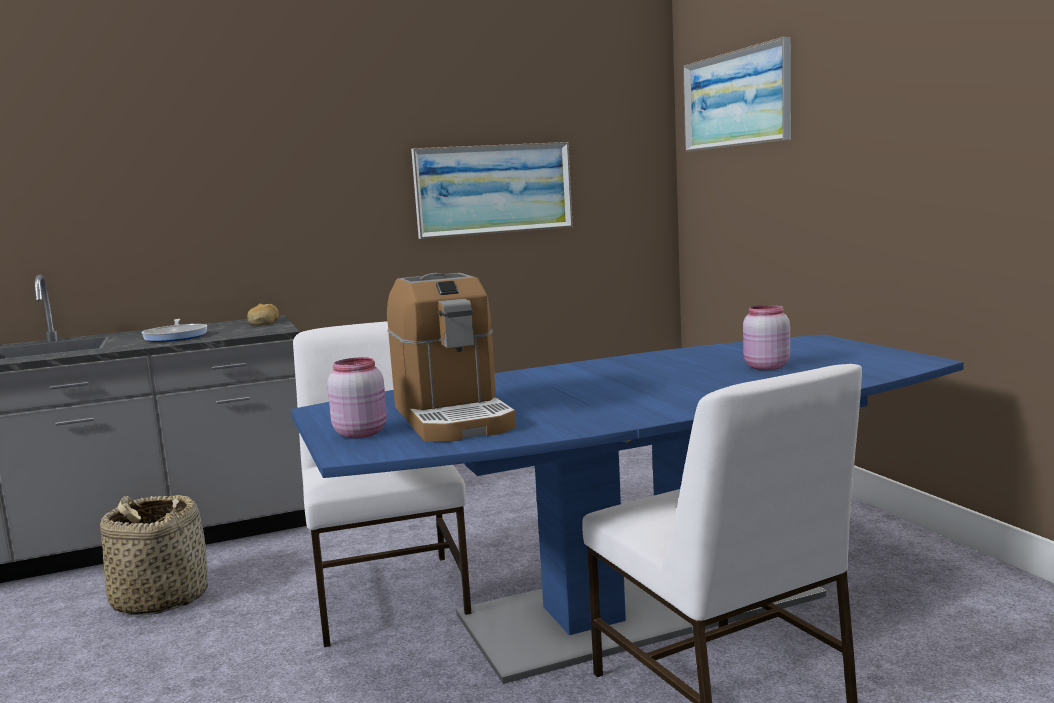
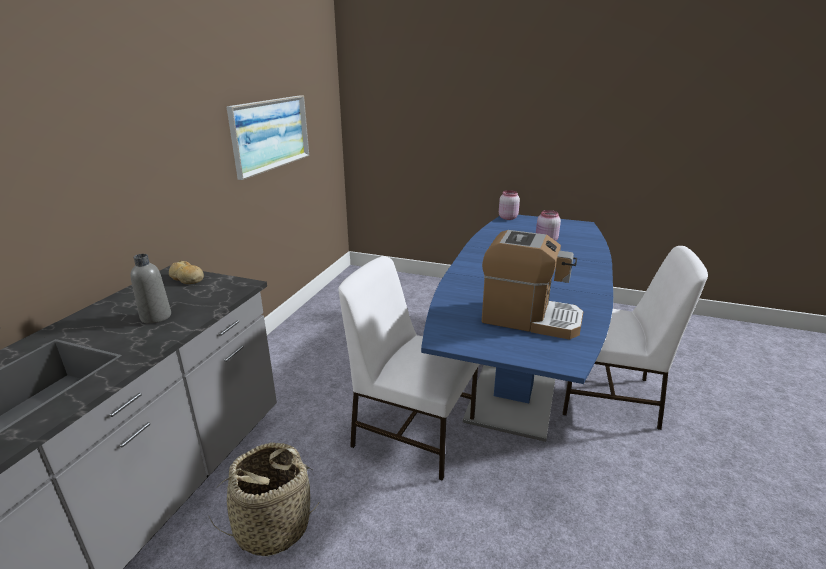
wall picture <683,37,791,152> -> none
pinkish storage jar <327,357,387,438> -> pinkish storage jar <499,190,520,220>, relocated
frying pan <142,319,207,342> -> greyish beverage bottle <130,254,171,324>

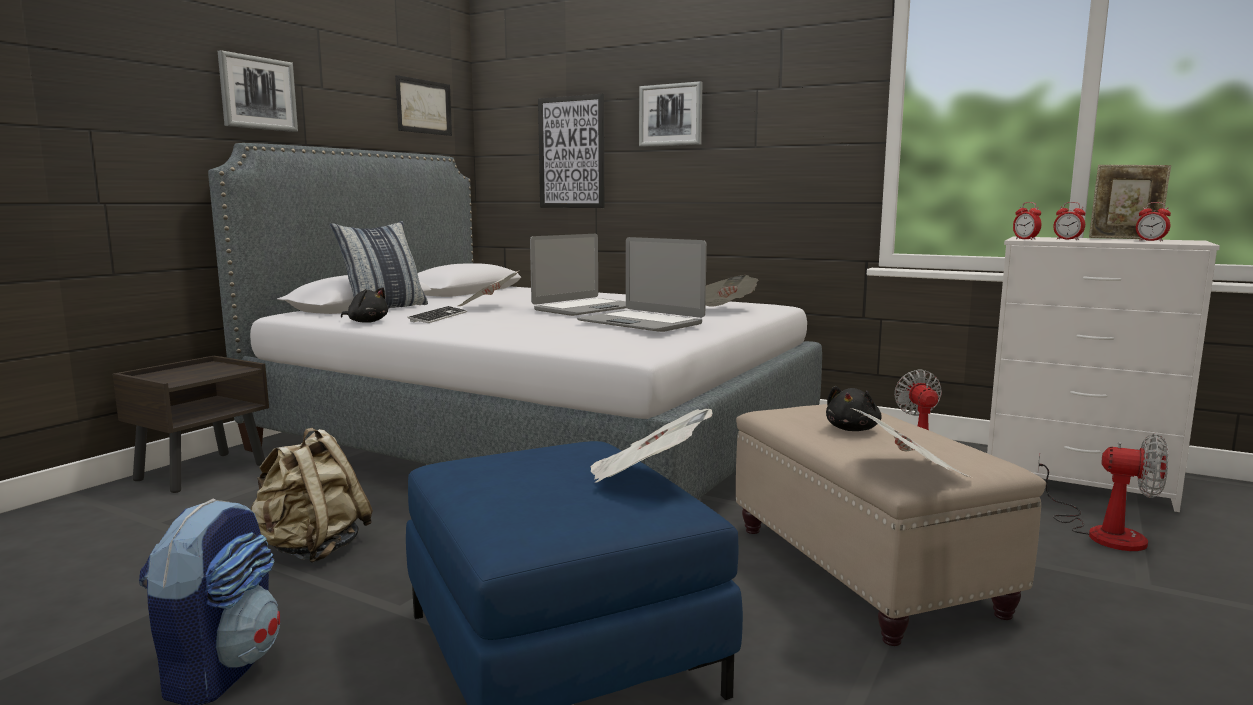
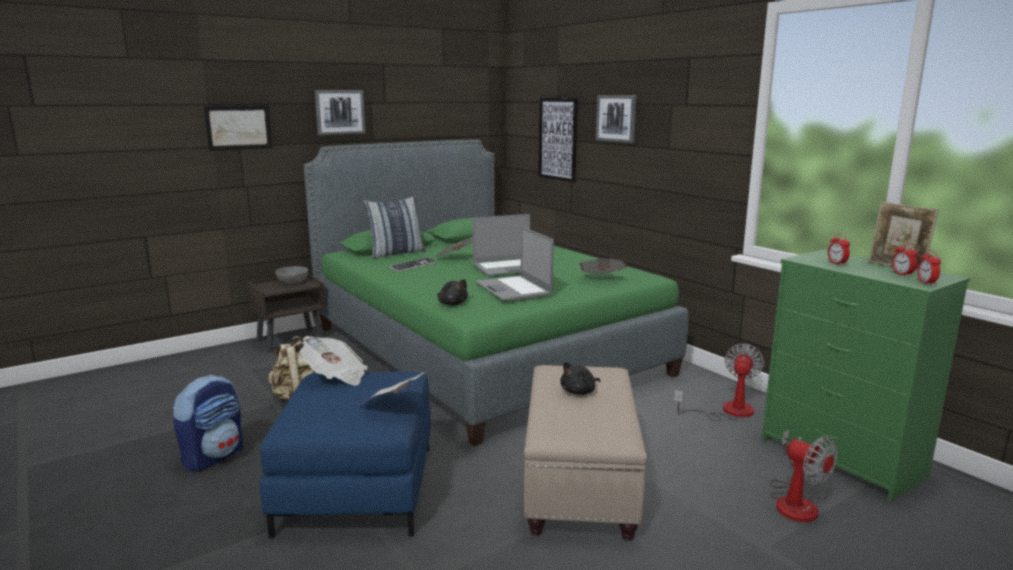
none -> greyish bowl <275,266,308,284>
black-coloured soft toy <341,288,388,323> -> black-coloured soft toy <437,279,468,305>, relocated
wall picture <395,75,452,136> -> wall picture <203,105,273,151>, relocated
daily paper <851,408,974,478> -> daily paper <300,336,368,385>, relocated
table clock <1013,202,1041,240> -> table clock <917,250,941,286>, relocated
greyish bed <208,143,822,499> -> green bed <303,140,689,446>
whitish chest of drawers <987,237,1220,512> -> green chest of drawers <761,249,970,502>

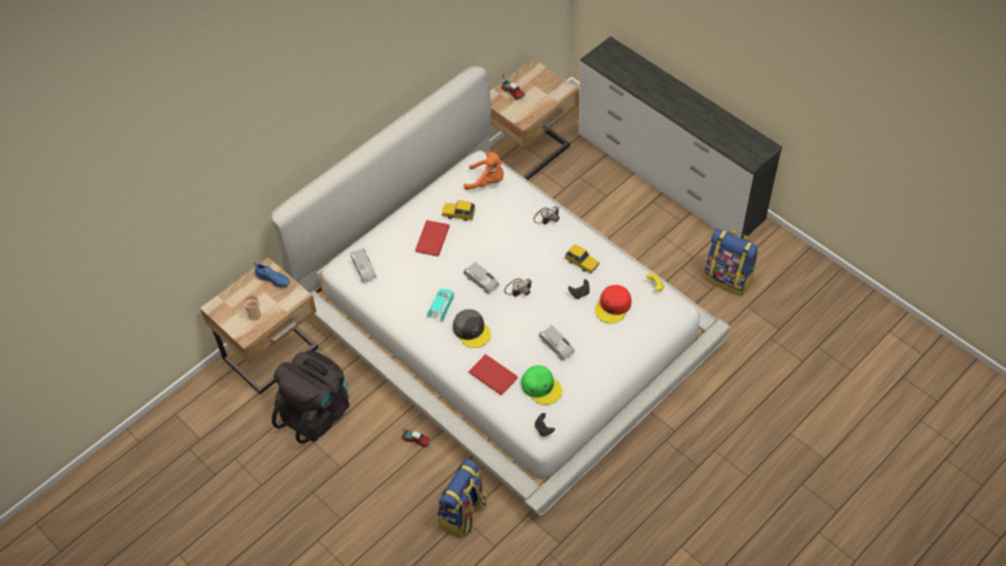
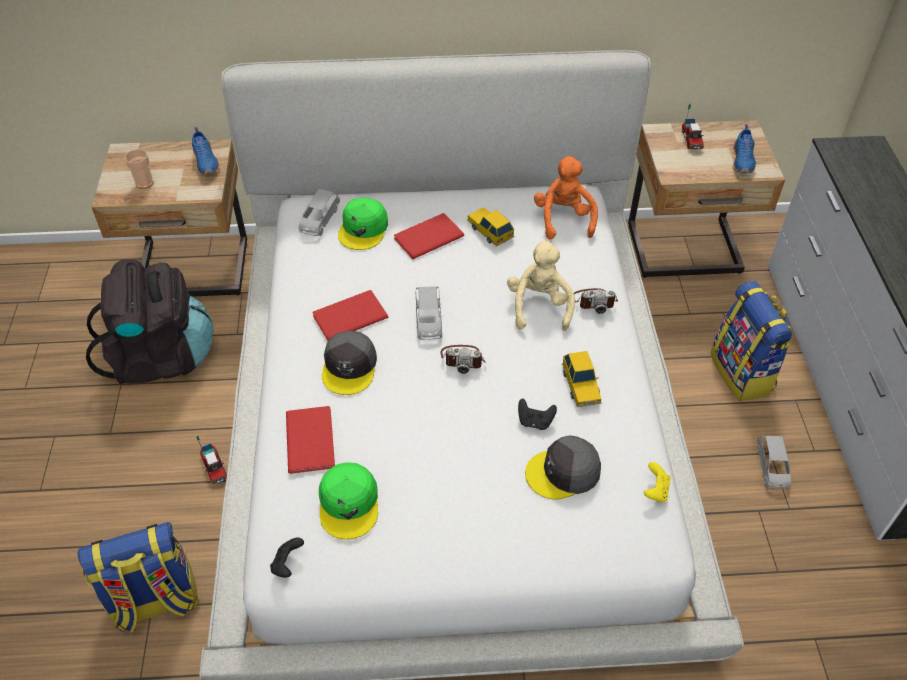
none -> green peaked cap <338,198,388,250>
none -> beige-coloured soft toy <507,241,575,331>
none -> blue low shoe <733,124,756,173>
greyish model car <539,325,575,360> -> greyish model car <757,435,791,490>, relocated
rucksack <704,228,759,296> -> rucksack <710,281,793,401>, relocated
turquoise model car <427,289,454,323> -> reddish volume <312,290,388,341>
reddish peaked cap <595,285,632,323> -> greyish peaked cap <525,435,601,499>
orange soft toy <464,152,504,190> -> orange soft toy <534,156,598,239>, 150 degrees counterclockwise

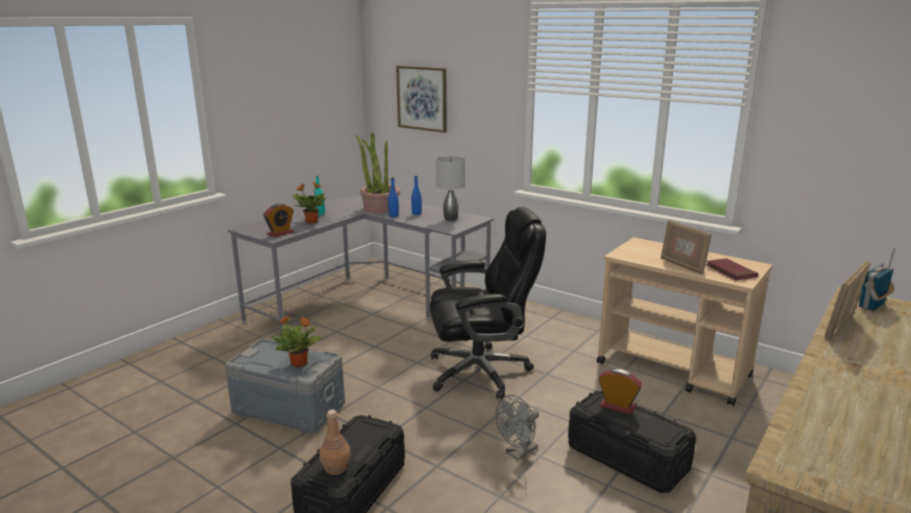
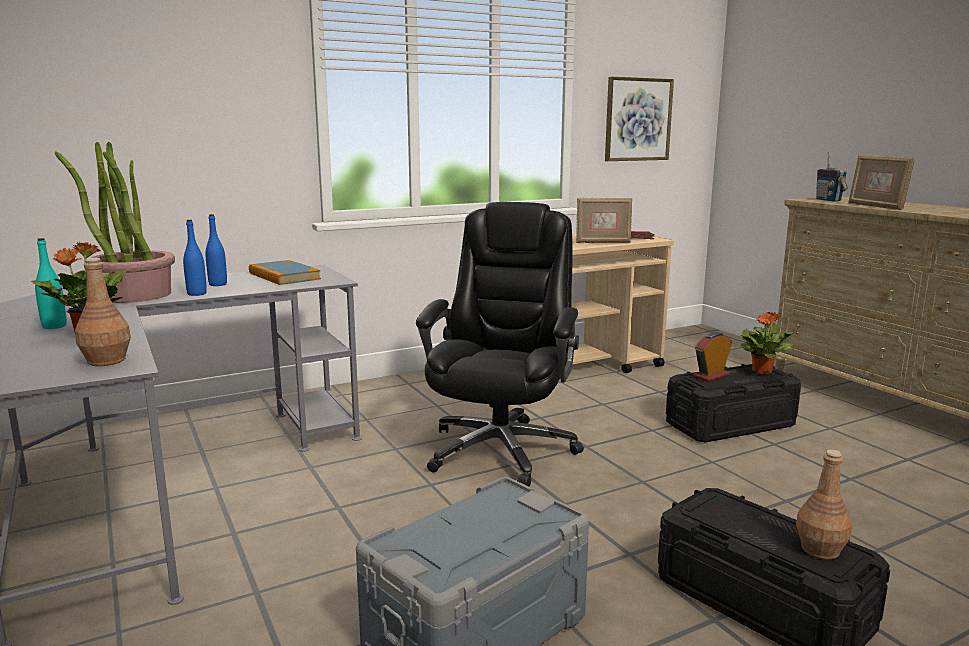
greyish electric fan <496,395,539,460> -> none
potted plant <271,315,322,367> -> potted plant <740,312,794,375>, relocated
wall picture <396,66,447,133> -> wall picture <605,77,674,161>, relocated
table clock <263,203,294,237> -> brown beverage bottle <75,258,131,366>
greyish table lamp <436,156,465,221> -> volume <249,260,321,285>

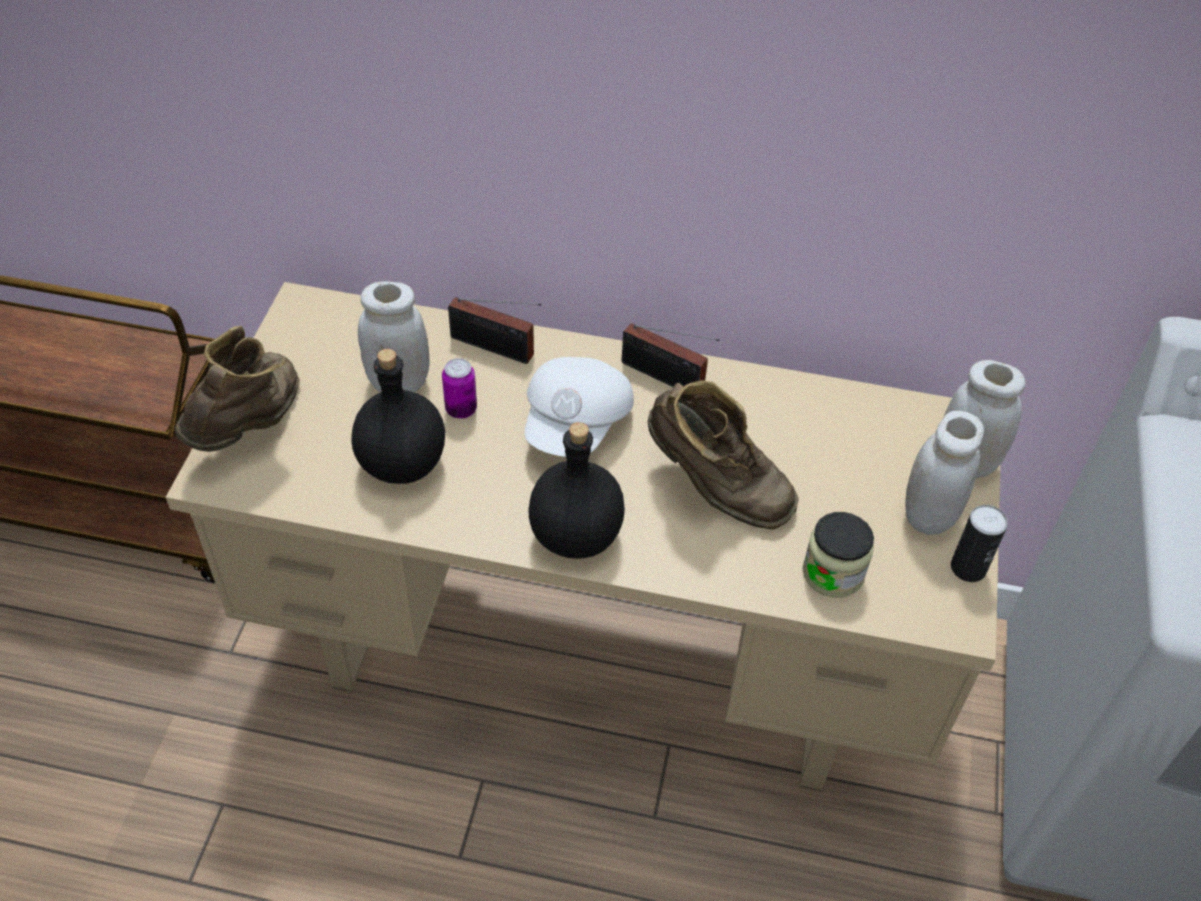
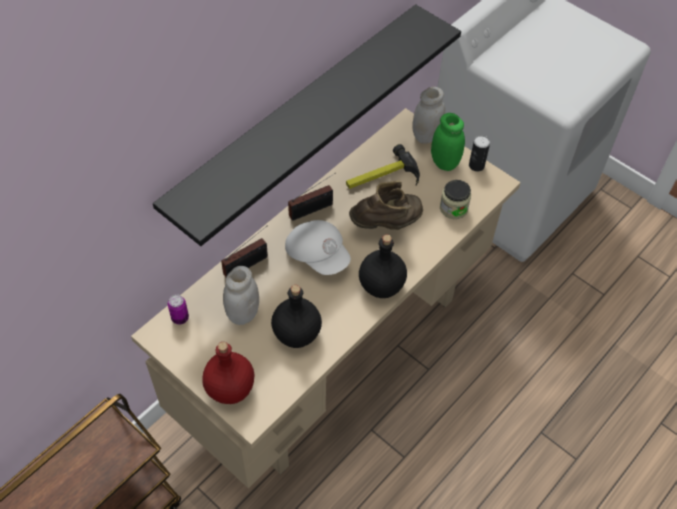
none -> black-coloured wall shelf <153,4,461,246>
none -> hammer <346,144,420,189>
metal can <442,358,477,419> -> metal can <168,294,189,325>, relocated
brown boot <174,326,300,452> -> reddish beverage bottle <202,342,254,404>
whitish storage jar <905,411,984,535> -> green storage jar <431,113,465,171>

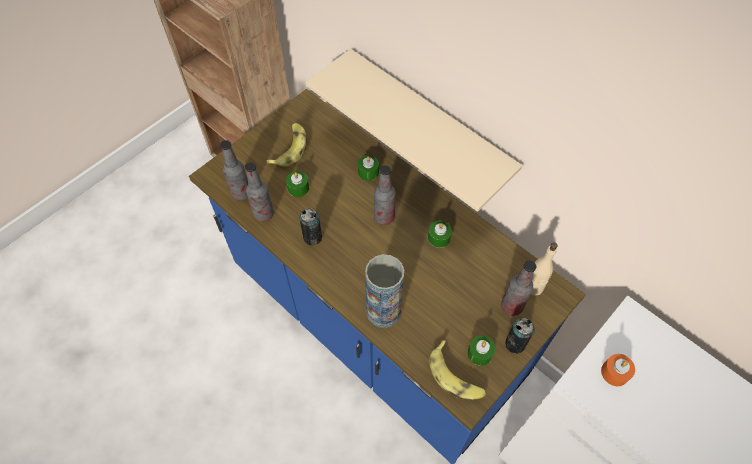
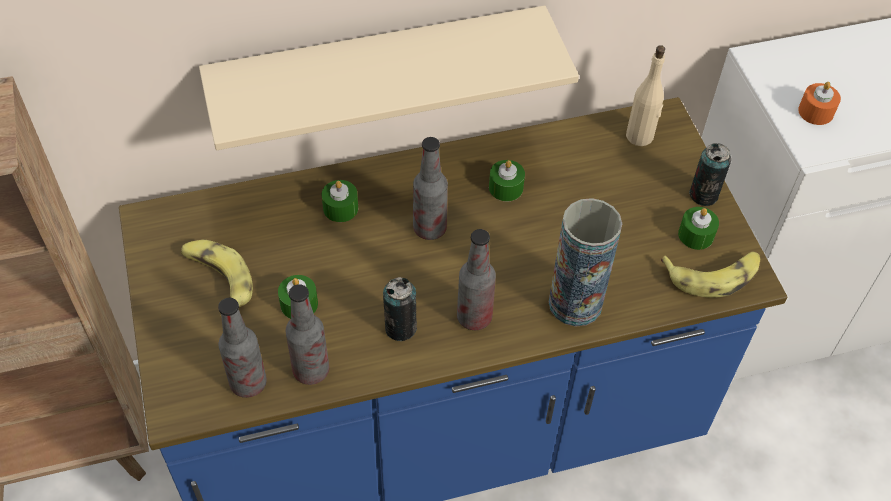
beverage bottle <501,261,536,316> -> beverage bottle <457,229,496,330>, relocated

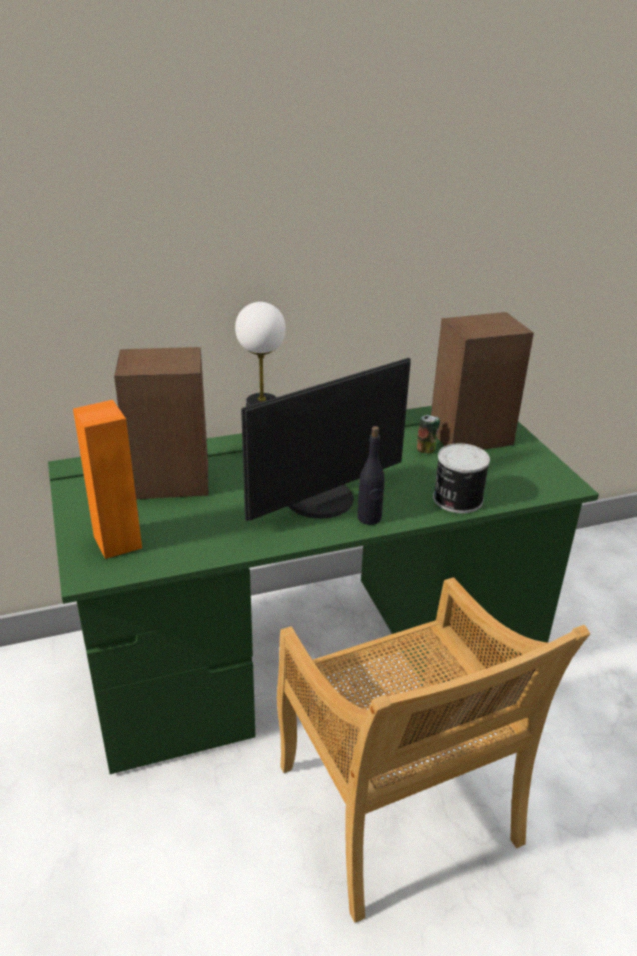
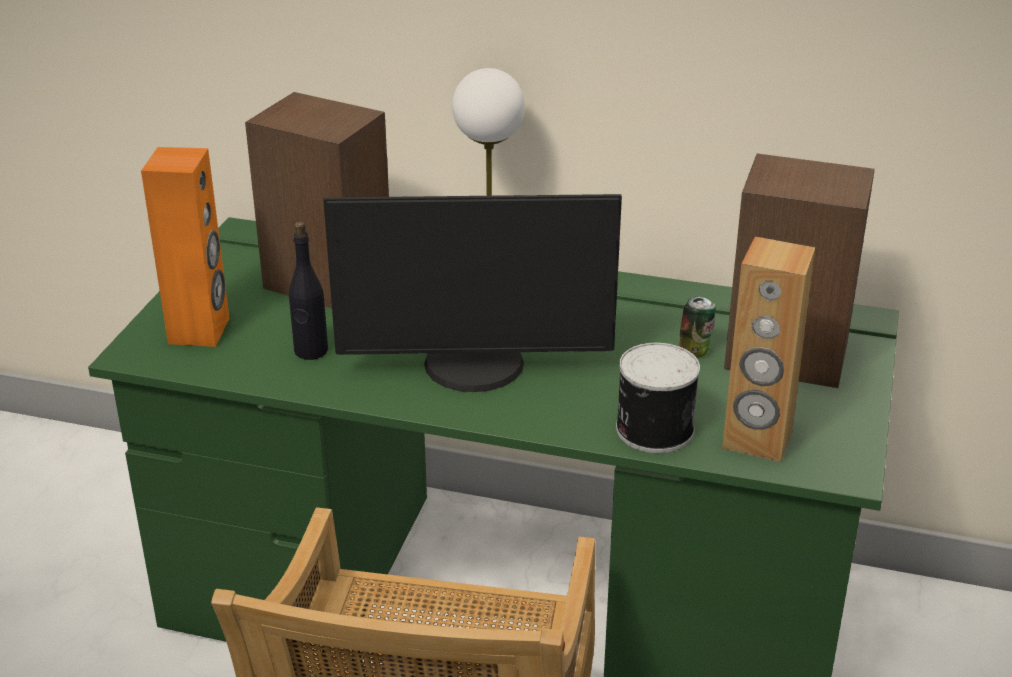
none -> brown audio speaker <722,237,815,462>
black-coloured beverage bottle <357,426,385,525> -> black-coloured beverage bottle <289,221,328,360>, relocated

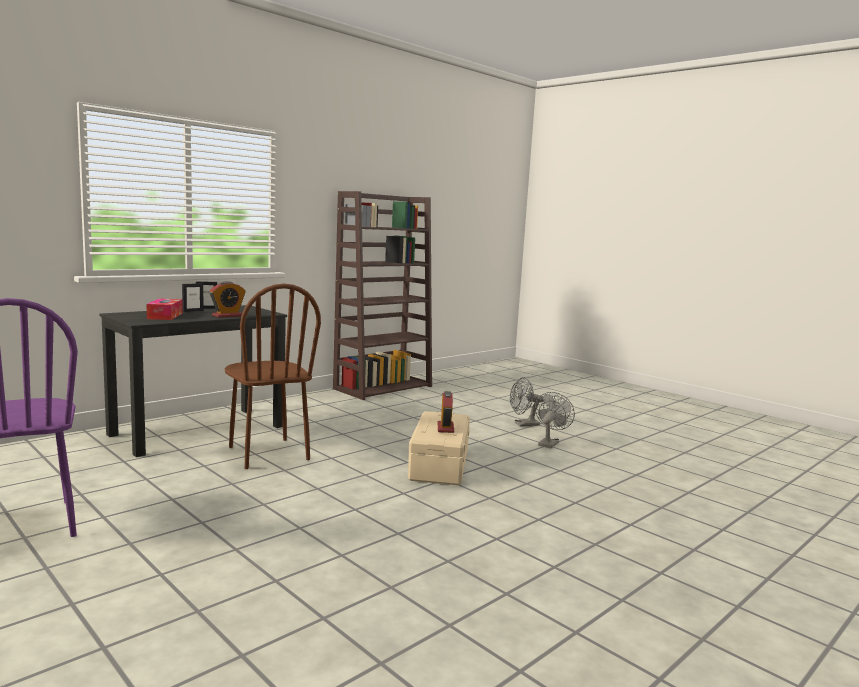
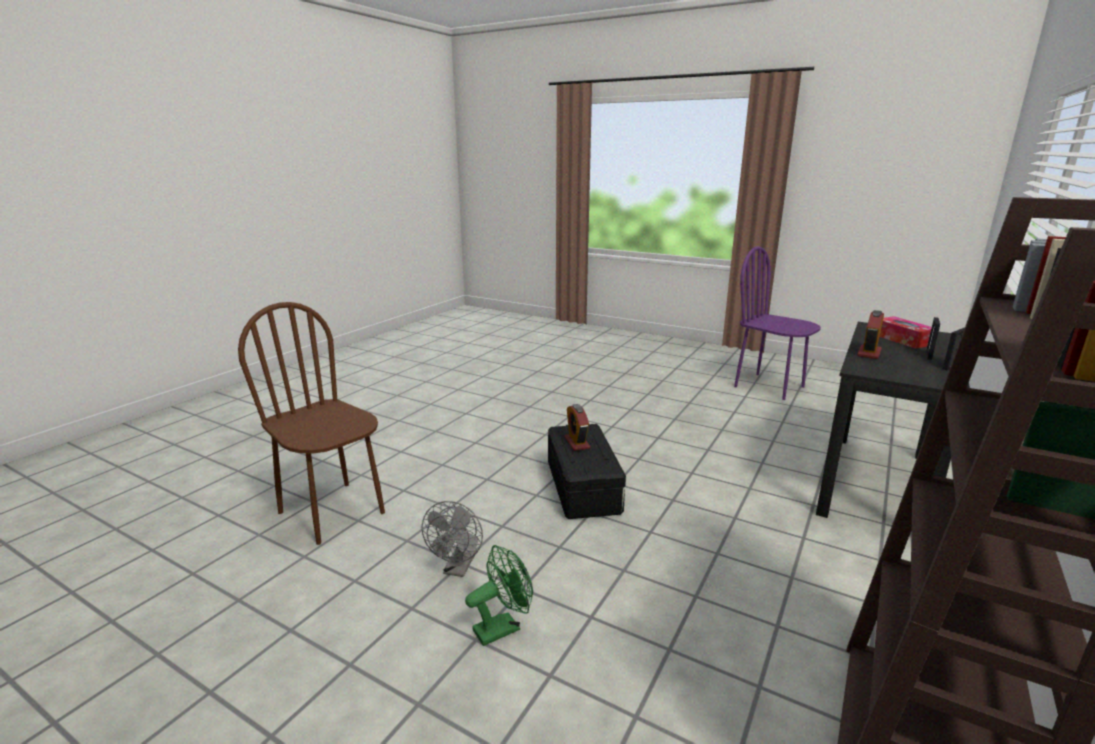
brown plain chair <225,284,321,469> -> brown plain chair <238,302,385,545>, relocated
beige-coloured storage container <408,411,470,485> -> black-coloured storage container <548,424,626,519>
greyish electric fan <510,377,544,426> -> green electric fan <465,545,533,646>

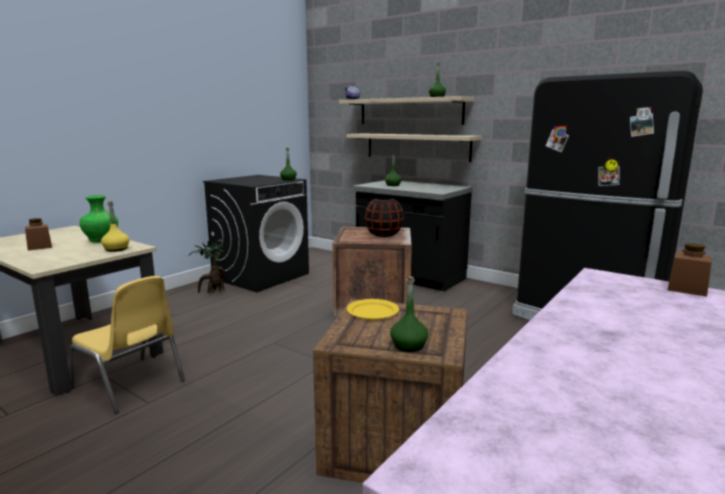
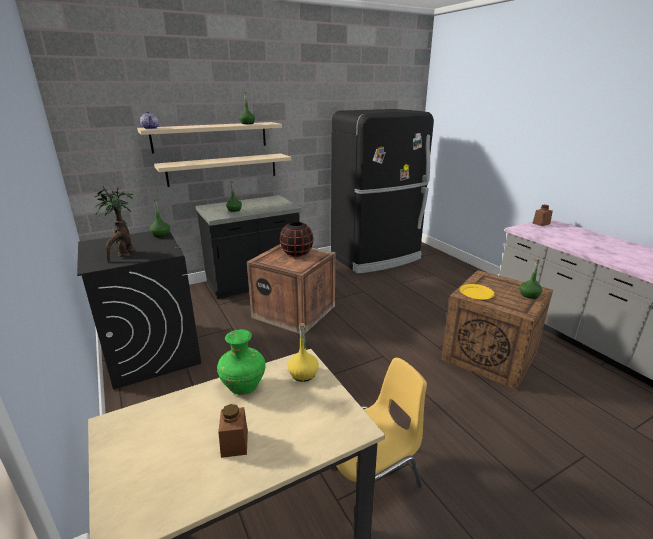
potted plant <188,238,226,294> -> potted plant <95,186,135,262>, relocated

